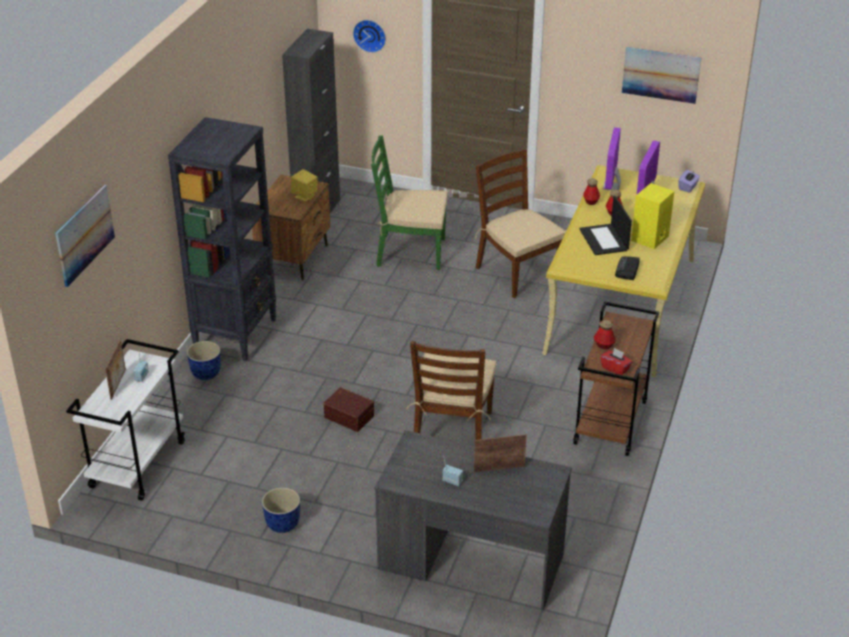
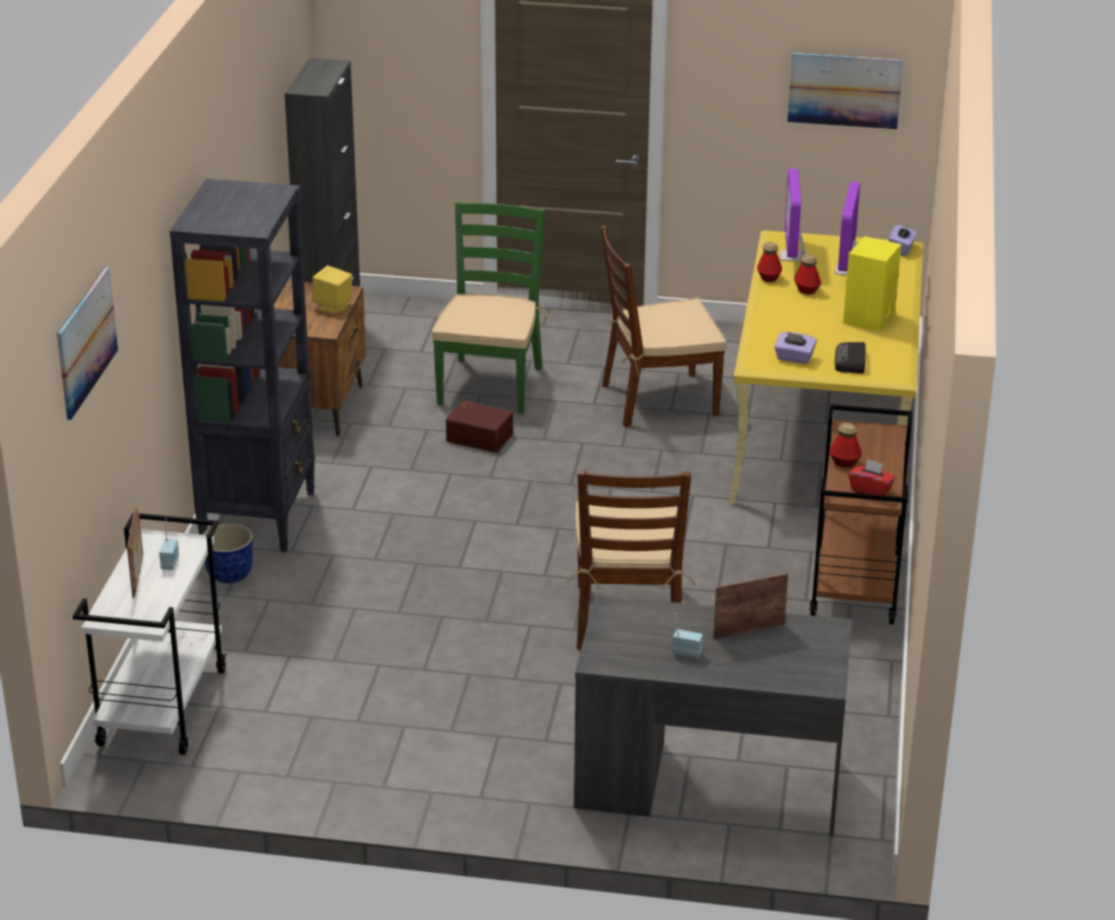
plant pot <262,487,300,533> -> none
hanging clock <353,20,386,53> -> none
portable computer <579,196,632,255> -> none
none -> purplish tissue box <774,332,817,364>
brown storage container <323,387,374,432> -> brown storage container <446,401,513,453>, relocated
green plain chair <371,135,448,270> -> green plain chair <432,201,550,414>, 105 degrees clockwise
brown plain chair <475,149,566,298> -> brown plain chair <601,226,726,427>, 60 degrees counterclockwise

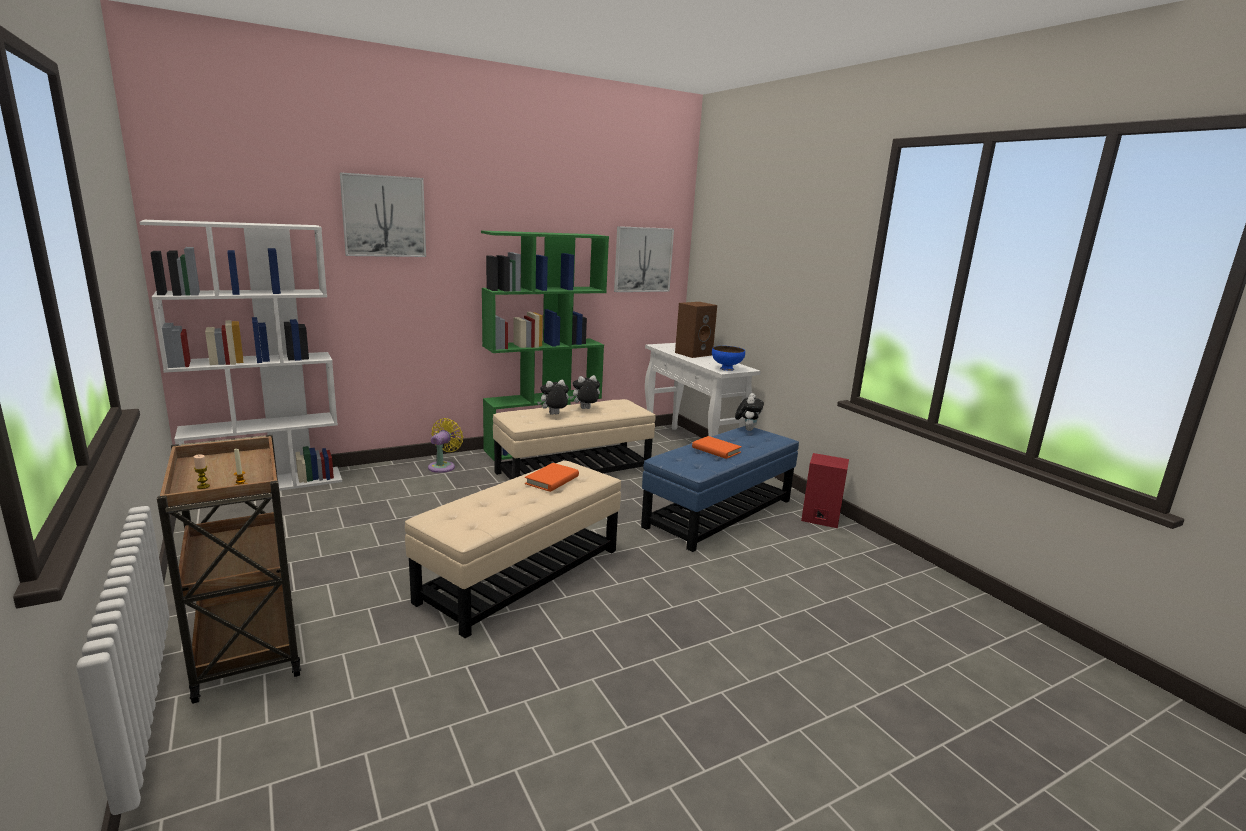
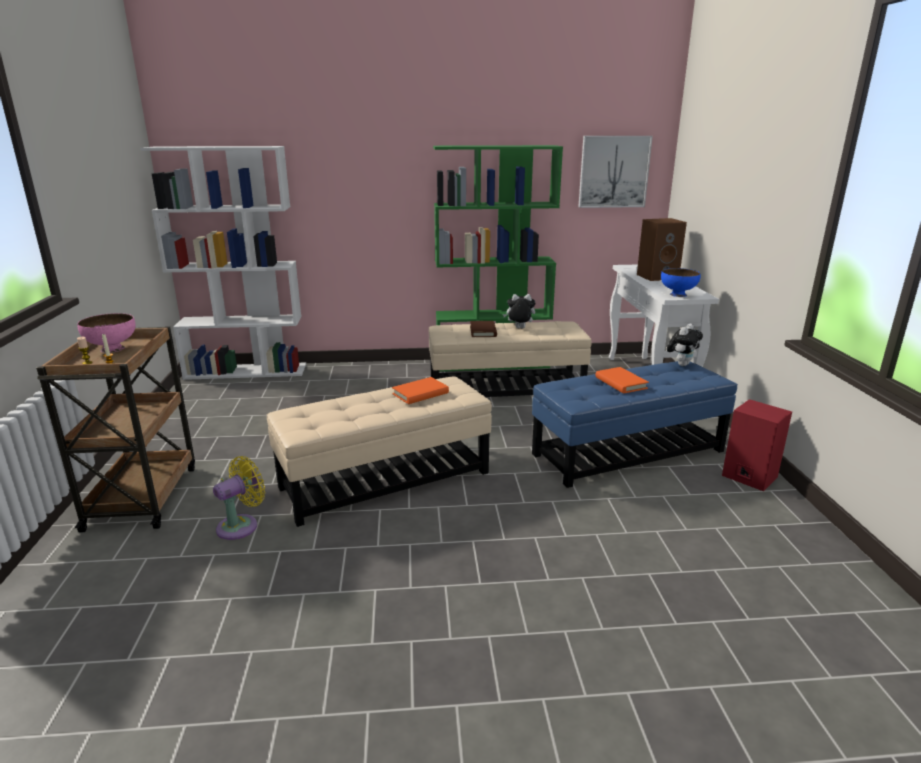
wall picture <340,172,426,257> -> none
none -> pinkish bowl <77,313,136,353>
yellowish electric fan <428,418,463,473> -> yellowish electric fan <213,456,265,540>, relocated
soft toy <537,380,569,415> -> brown volume <470,321,497,337>

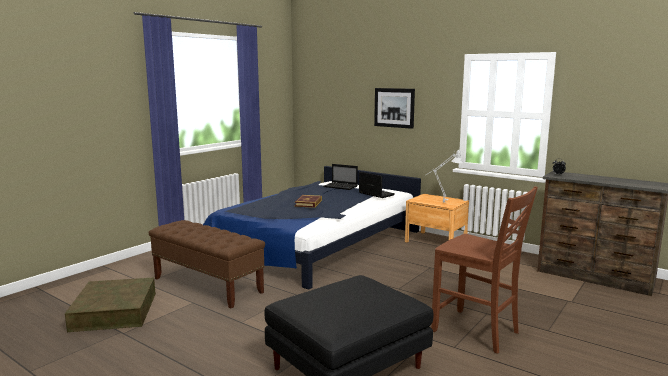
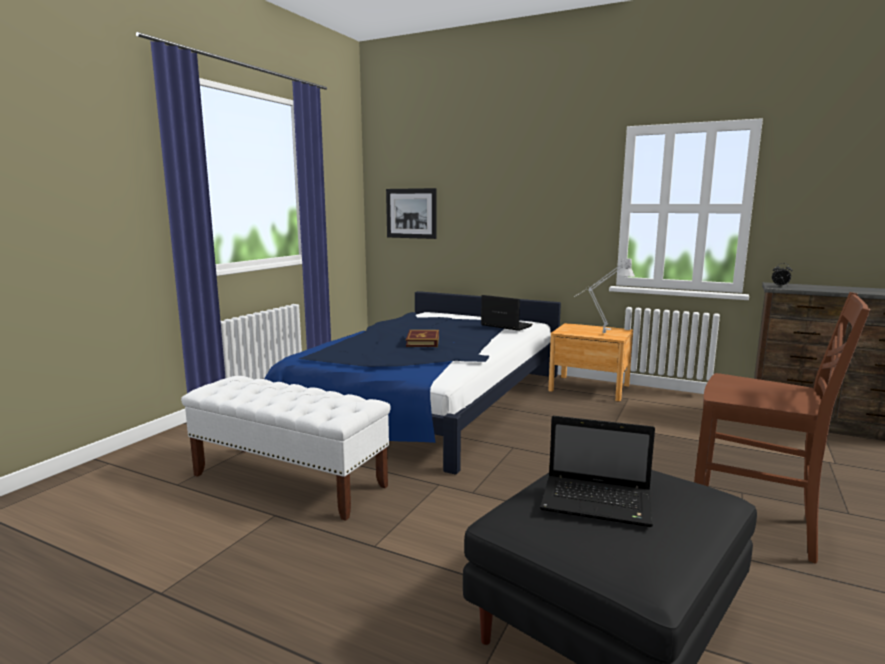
brown storage container <65,277,156,332> -> none
portable computer <324,164,358,190> -> portable computer <540,416,655,527>, relocated
wall picture <374,88,415,129> -> wall picture <386,188,437,239>, relocated
brown bench <149,220,265,308> -> whitish bench <181,376,391,521>

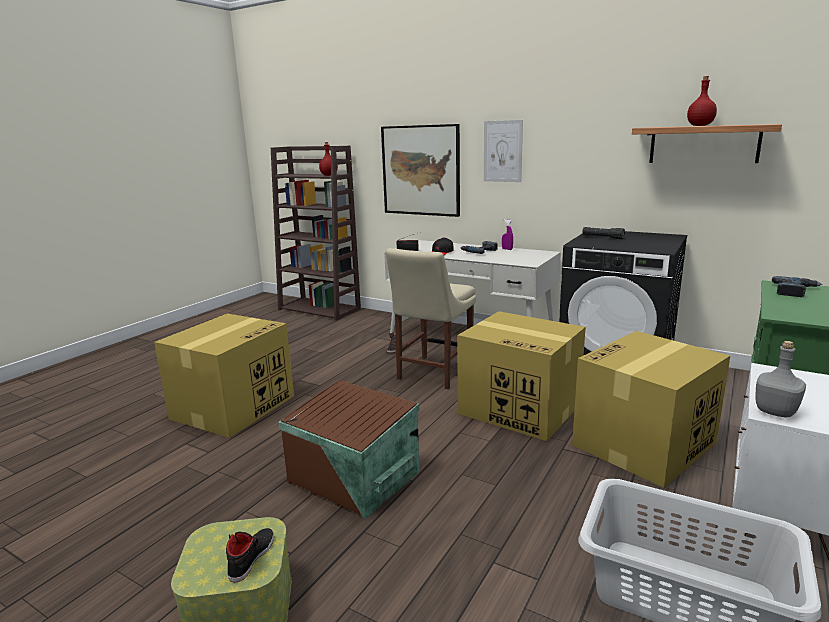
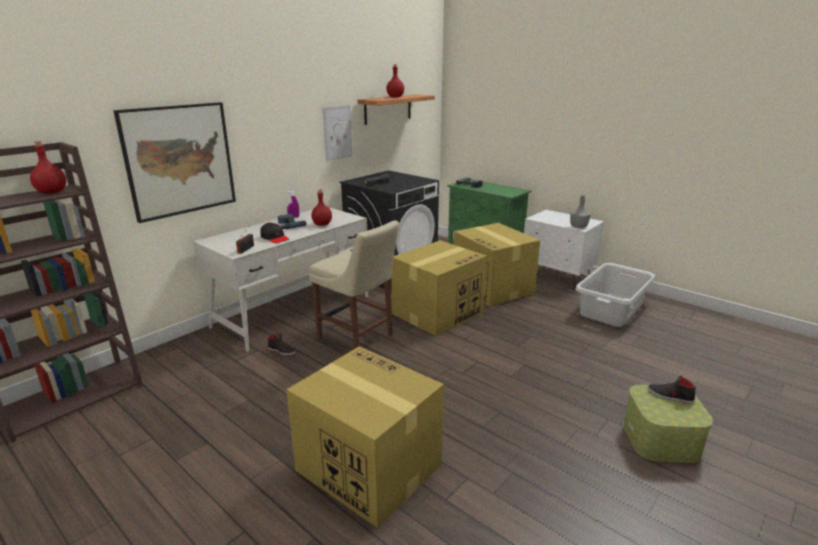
brown storage container <278,380,420,519> -> none
none -> reddish beverage bottle <311,190,332,226>
wall picture <484,120,523,182> -> wall picture <323,105,352,161>, relocated

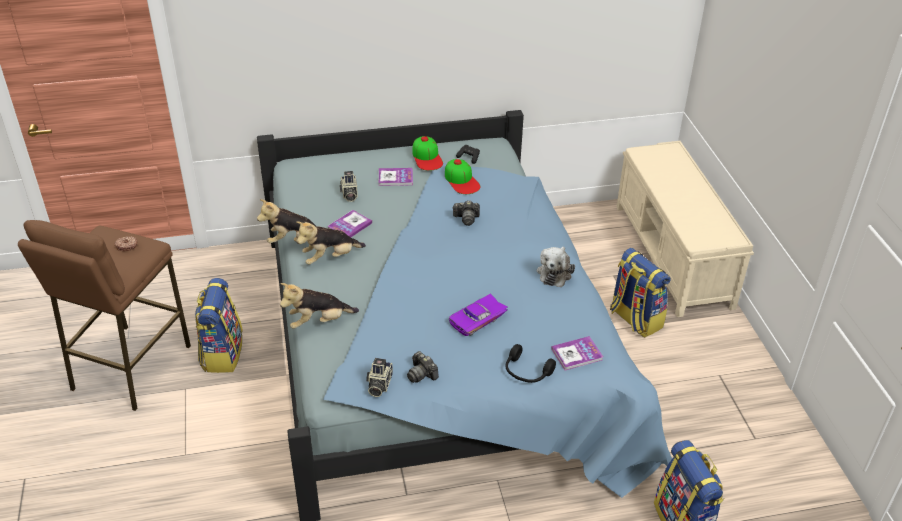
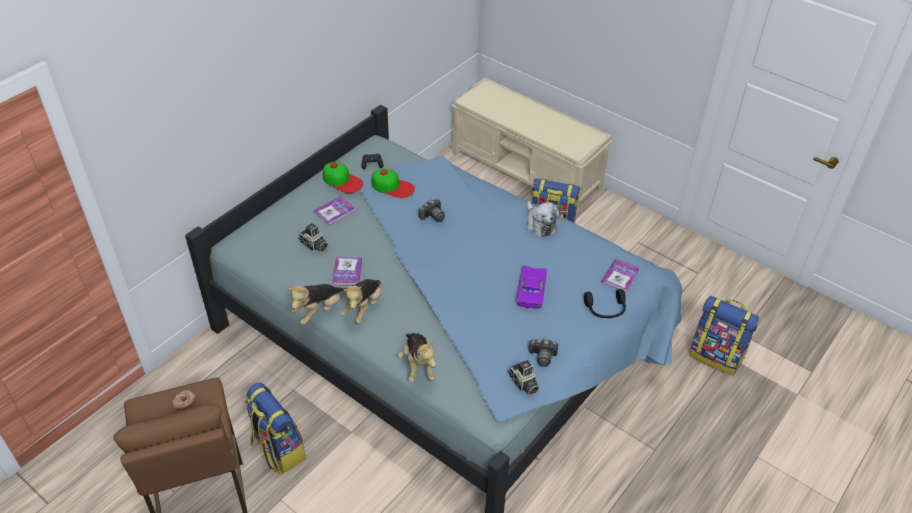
soft toy <280,283,359,329> -> soft toy <398,333,436,382>, 45 degrees counterclockwise

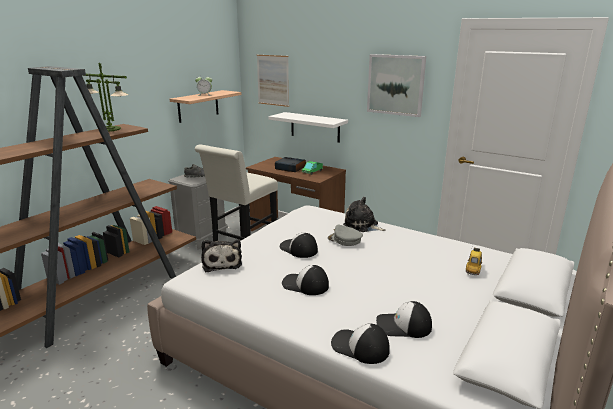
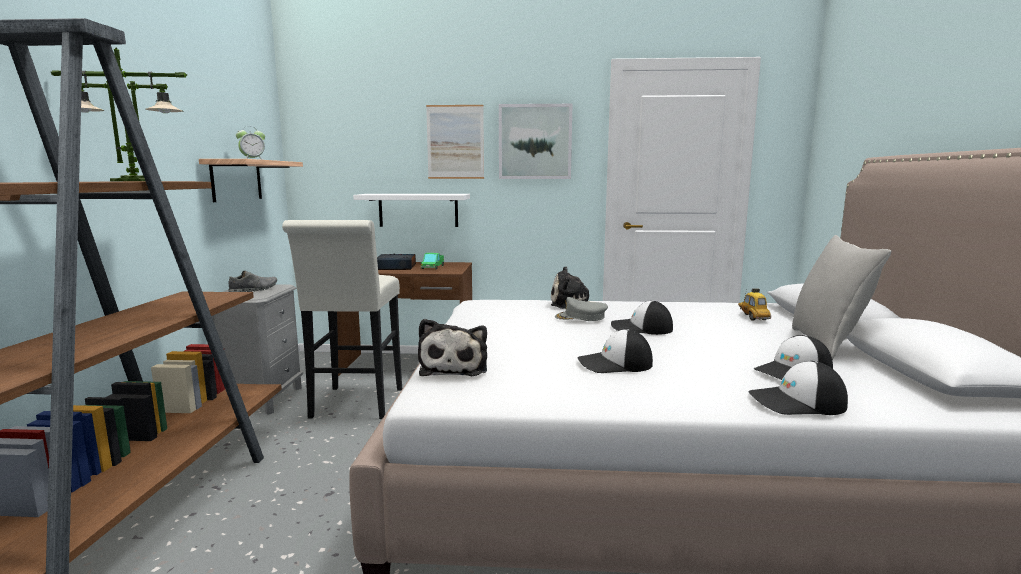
none -> greyish cushion <792,235,891,360>
wall picture <257,55,289,107> -> wall picture <426,105,484,179>, relocated
peaked cap <280,233,318,258> -> peaked cap <611,301,673,335>, relocated
soft toy <201,240,242,272> -> soft toy <418,319,487,376>, 45 degrees clockwise

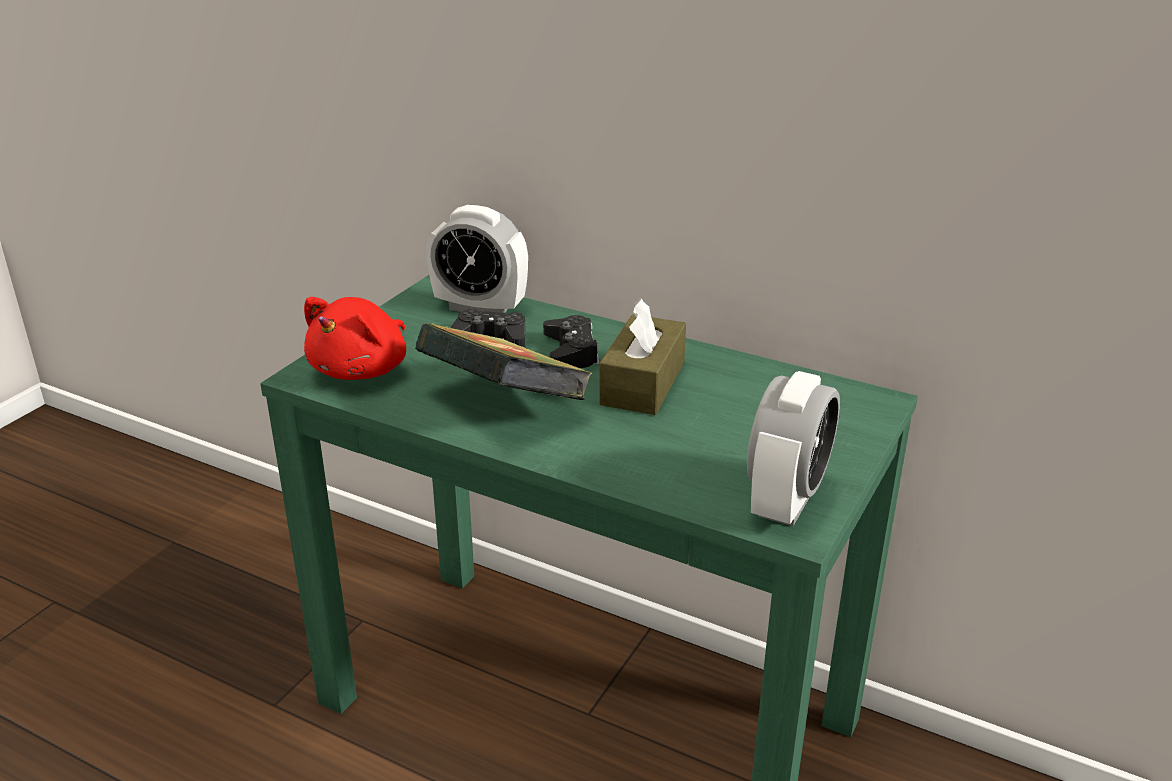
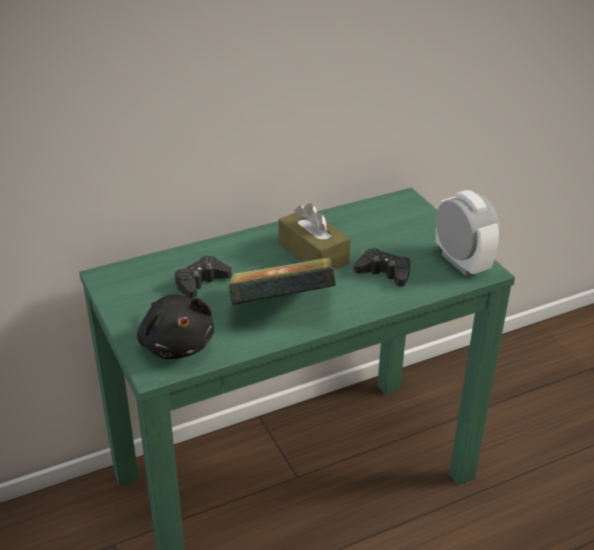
table clock <427,205,528,313> -> none
black-coloured joypad <543,315,600,368> -> black-coloured joypad <354,248,411,287>, relocated
reddish soft toy <304,297,406,380> -> black-coloured soft toy <137,294,214,359>

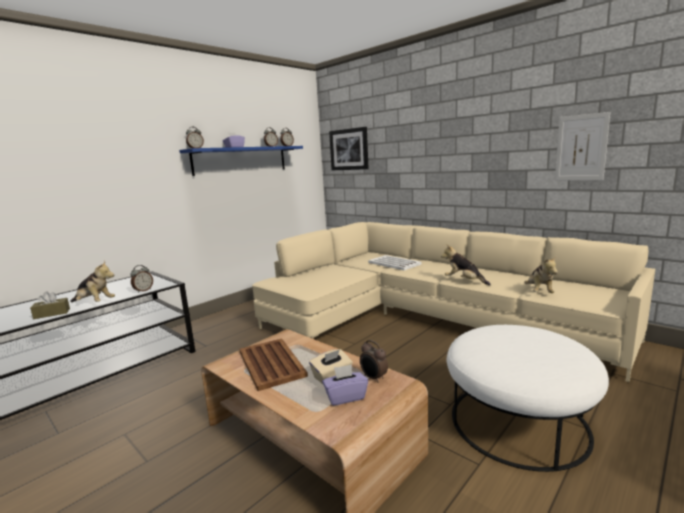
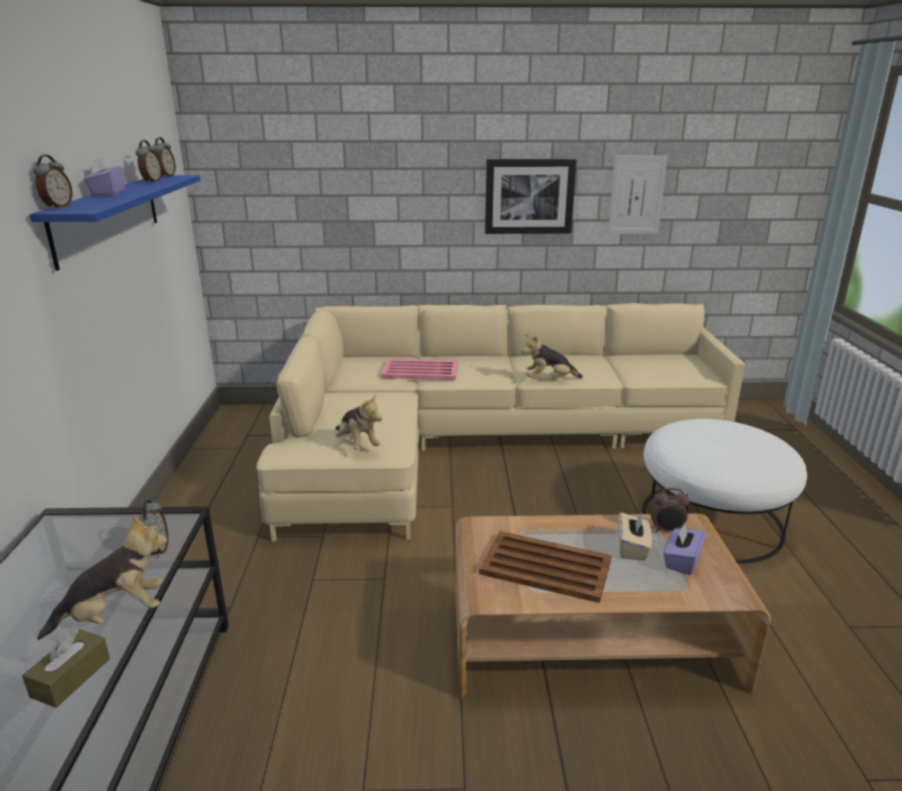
wall picture <329,127,369,170> -> wall picture <485,159,576,234>, relocated
soft toy <524,257,558,293> -> soft toy <335,394,382,450>, relocated
whitish carrying tray <368,255,422,270> -> pinkish carrying tray <381,359,458,380>

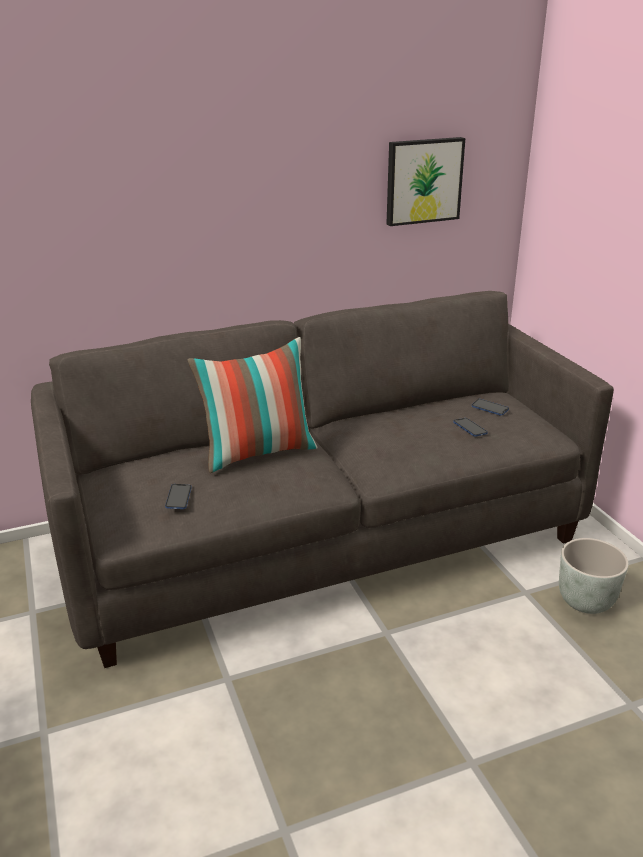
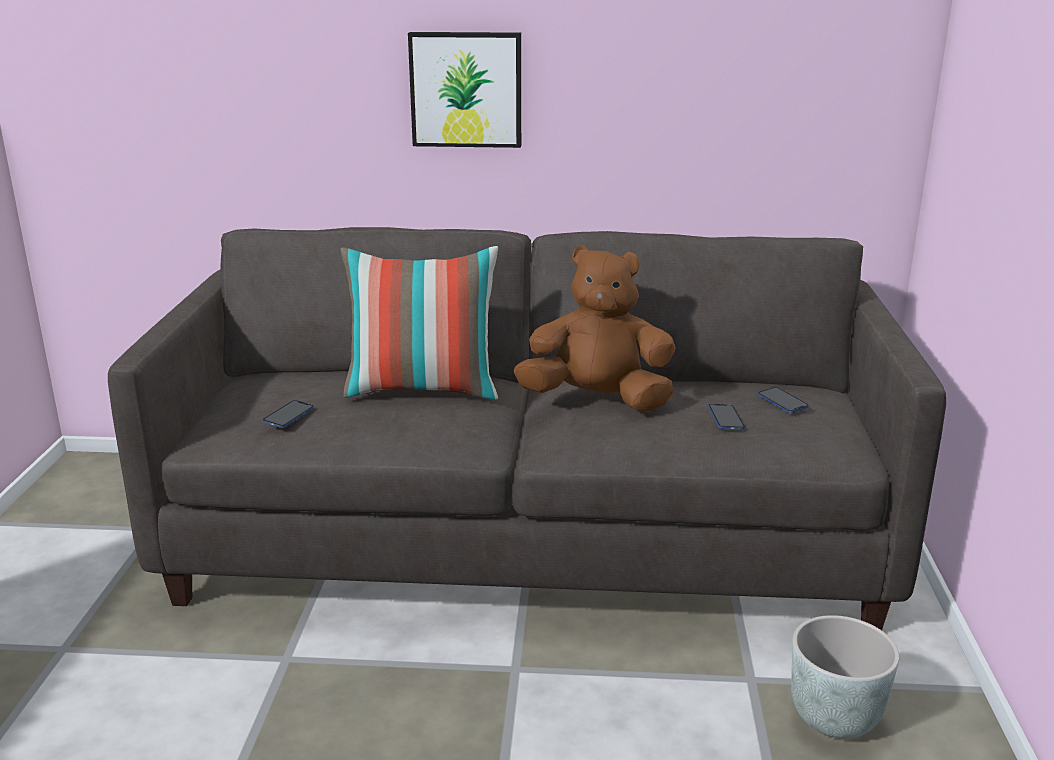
none -> brown soft toy <514,245,676,412>
wall picture <386,137,465,226> -> wall picture <408,32,521,148>, relocated

